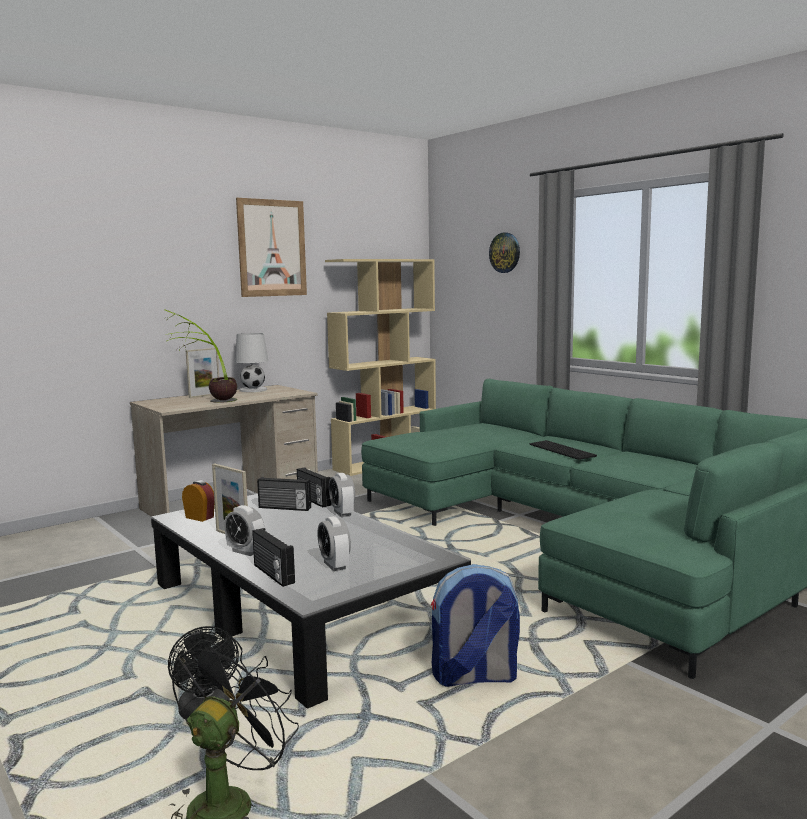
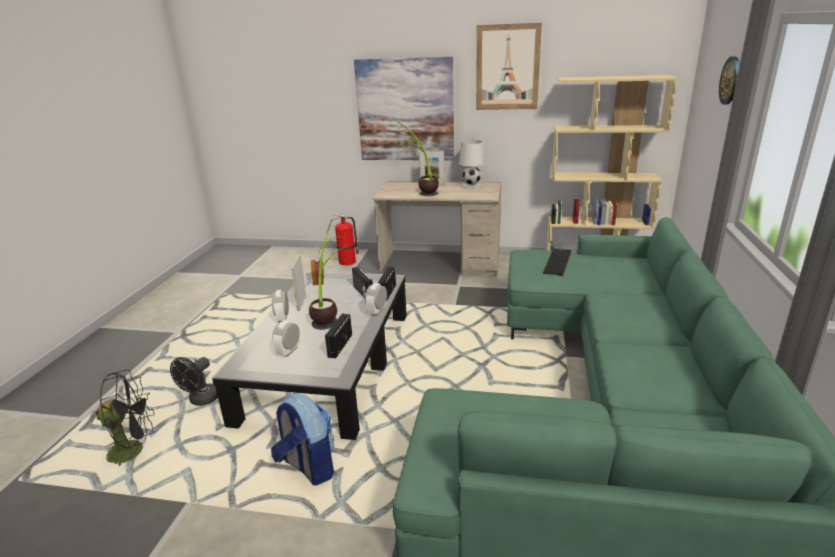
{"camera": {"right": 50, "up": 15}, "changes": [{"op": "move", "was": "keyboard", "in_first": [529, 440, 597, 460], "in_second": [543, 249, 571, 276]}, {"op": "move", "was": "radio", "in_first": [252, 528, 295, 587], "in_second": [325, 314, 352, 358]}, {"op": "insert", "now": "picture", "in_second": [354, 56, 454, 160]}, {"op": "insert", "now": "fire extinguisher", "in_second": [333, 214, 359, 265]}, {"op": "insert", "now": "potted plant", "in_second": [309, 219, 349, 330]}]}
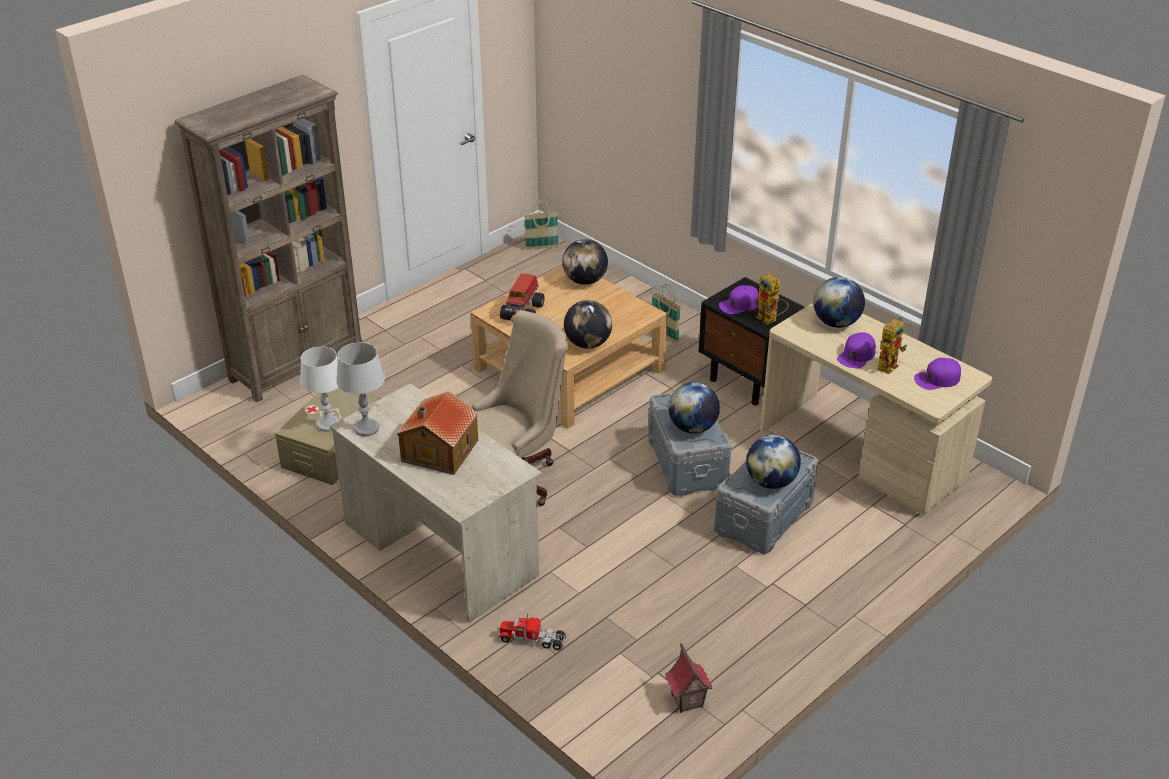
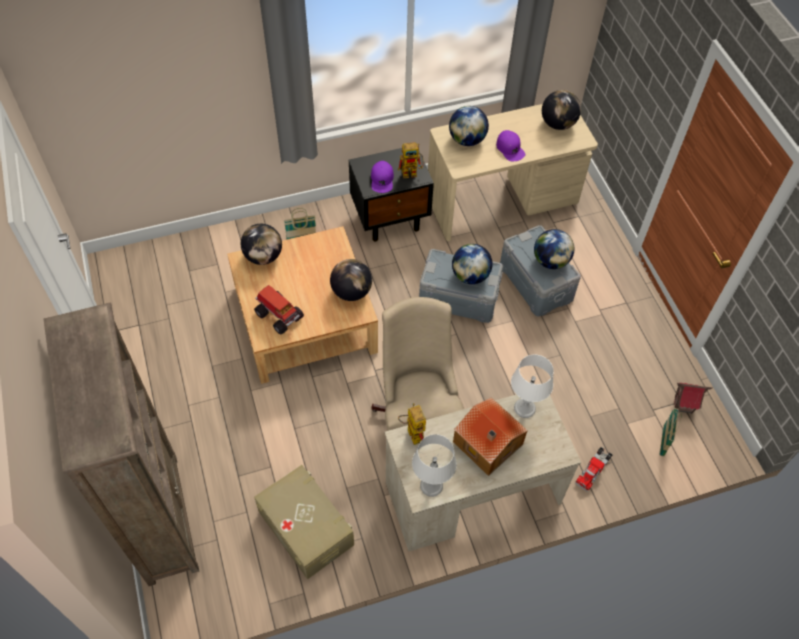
{"camera": {"right": -65, "up": 20}, "changes": [{"op": "move", "was": "basket", "in_first": [524, 200, 559, 249], "in_second": [659, 408, 682, 457]}, {"op": "move", "was": "toy robot", "in_first": [877, 317, 907, 374], "in_second": [398, 403, 426, 445]}, {"op": "move", "was": "white table lamp", "in_first": [300, 346, 339, 431], "in_second": [511, 354, 554, 418]}, {"op": "replace", "was": "purple cap", "now": "globe", "in_first": [914, 358, 961, 390], "in_second": [542, 90, 581, 130]}]}
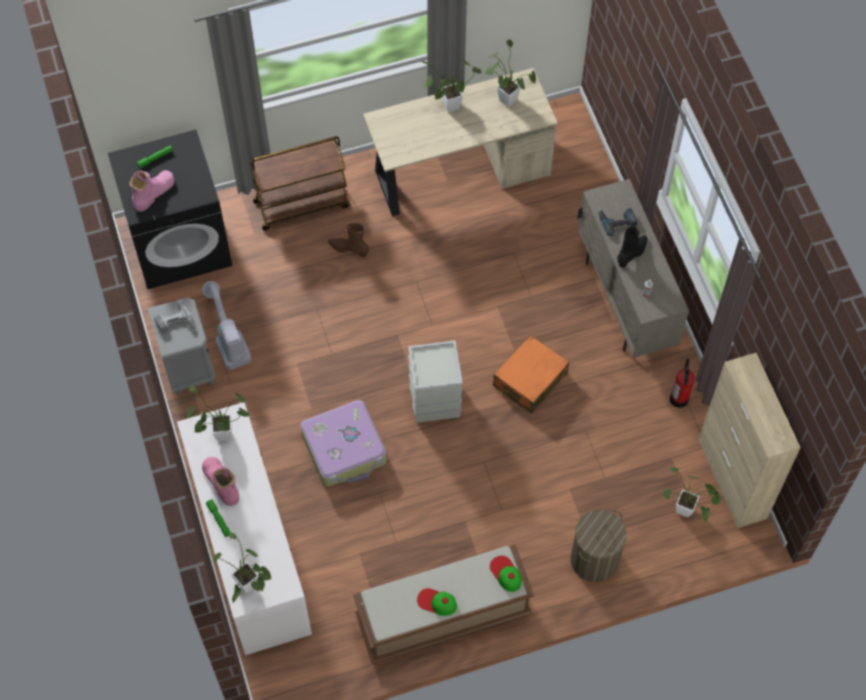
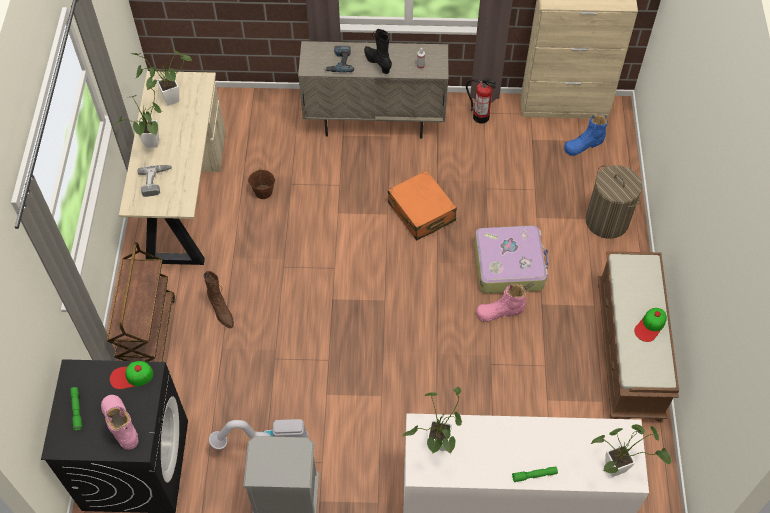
{"camera": {"right": -70, "up": -5}, "changes": [{"op": "rotate", "was": "brown boot", "in_first": [328, 223, 369, 257], "in_second": [203, 271, 234, 329], "clockwise": -75}, {"op": "move", "was": "power drill", "in_first": [154, 302, 196, 333], "in_second": [137, 165, 172, 197]}, {"op": "delete", "was": "grey storage box", "in_first": [408, 340, 463, 423]}, {"op": "move", "was": "suitcase", "in_first": [300, 400, 387, 487], "in_second": [474, 225, 549, 294]}, {"op": "move", "was": "pink boot", "in_first": [202, 457, 239, 506], "in_second": [476, 284, 526, 322]}, {"op": "replace", "was": "potted plant", "now": "blue boot", "in_first": [662, 467, 720, 523], "in_second": [564, 115, 608, 156]}, {"op": "move", "was": "cap", "in_first": [490, 556, 522, 592], "in_second": [110, 361, 154, 389]}, {"op": "insert", "now": "brown bucket", "in_second": [248, 168, 275, 199]}]}
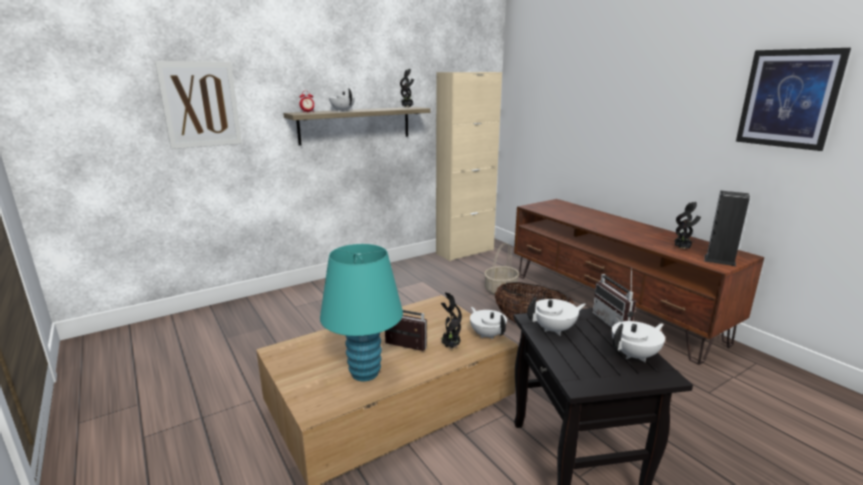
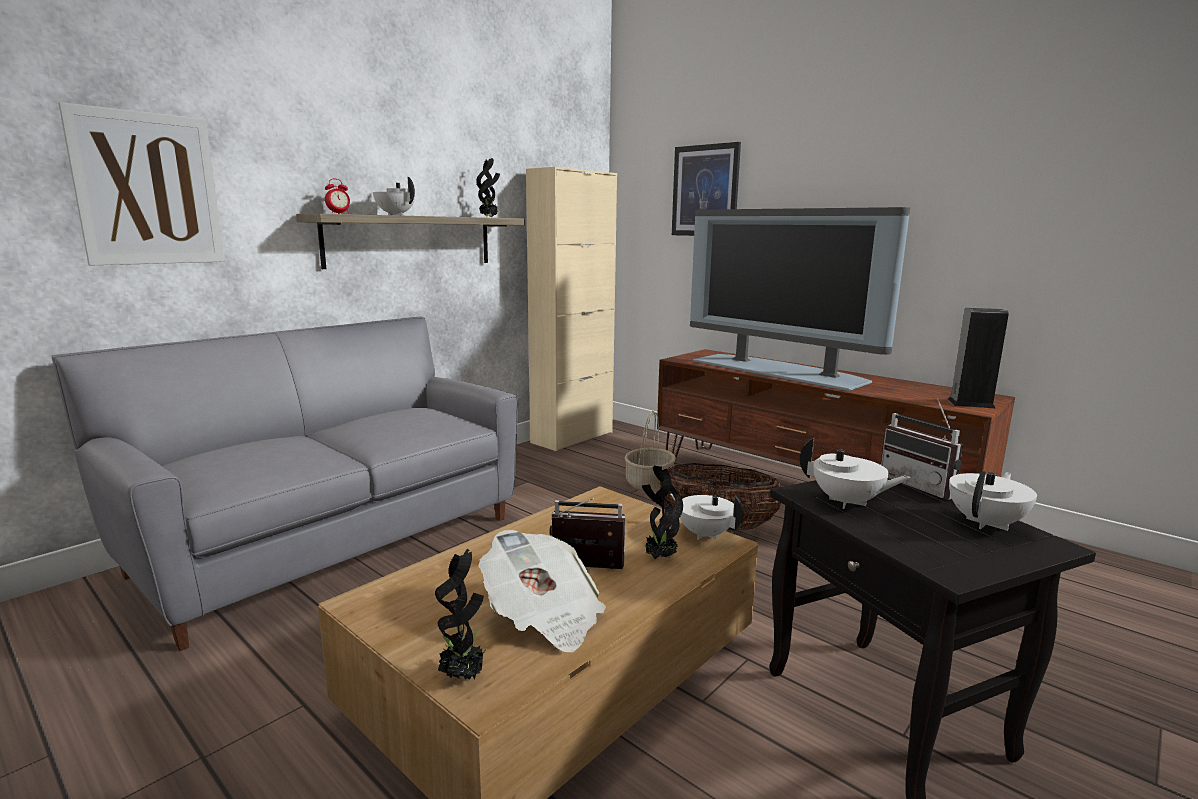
{"camera": {"right": -15, "up": -5}, "changes": [{"op": "move", "was": "picture", "in_first": [736, 48, 851, 151], "in_second": [672, 142, 741, 236]}, {"op": "move", "was": "potted plant", "in_first": [674, 202, 701, 249], "in_second": [435, 549, 485, 680]}, {"op": "replace", "was": "turquoise table lamp", "now": "newspaper", "in_first": [320, 244, 403, 381], "in_second": [479, 529, 606, 652]}, {"op": "rotate", "was": "white teapot", "in_first": [527, 298, 586, 336], "in_second": [800, 438, 911, 509], "clockwise": 60}, {"op": "insert", "now": "television", "in_second": [690, 207, 910, 391]}, {"op": "insert", "now": "grey sofa", "in_second": [51, 317, 518, 651]}]}
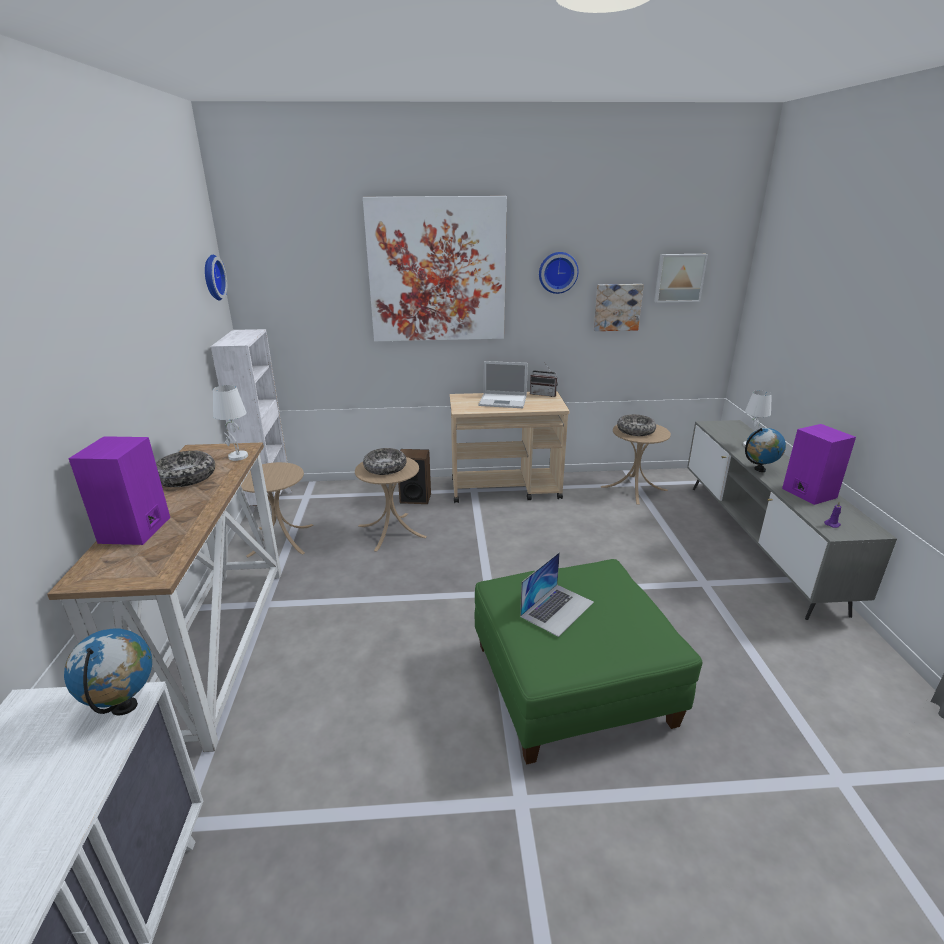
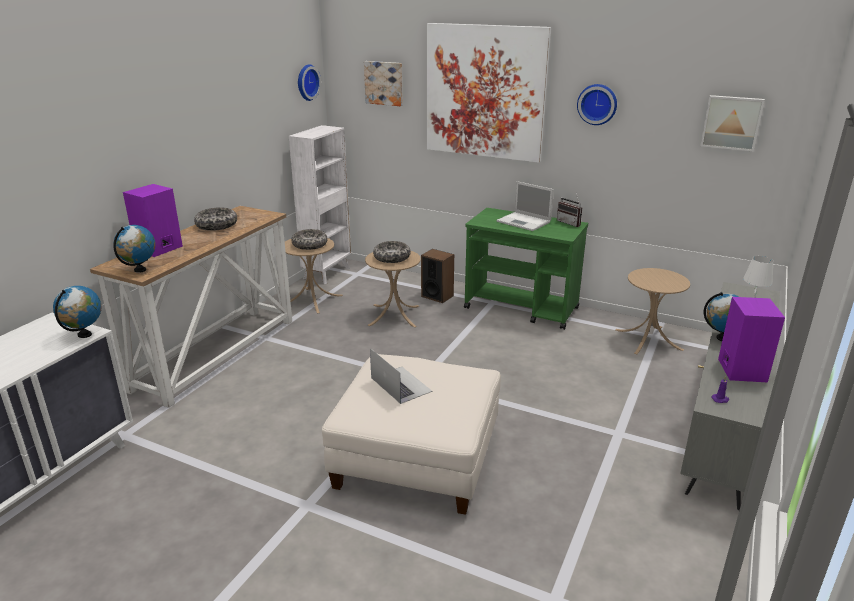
{"camera": {"right": 30, "up": 0}, "changes": [{"op": "move", "was": "picture", "in_first": [594, 284, 644, 331], "in_second": [364, 61, 403, 106]}, {"op": "delete", "was": "white table lamp", "in_first": [213, 385, 248, 461]}, {"op": "recolor", "was": "beige cart", "now": "green cart", "in_first": [450, 391, 569, 503], "in_second": [464, 208, 588, 330]}, {"op": "move", "was": "bowl", "in_first": [617, 414, 656, 436], "in_second": [291, 229, 328, 250]}, {"op": "rotate", "was": "laptop", "in_first": [520, 552, 594, 637], "in_second": [370, 348, 432, 404], "clockwise": -105}, {"op": "recolor", "was": "green ottoman", "now": "white ottoman", "in_first": [475, 559, 702, 765], "in_second": [322, 354, 501, 515]}, {"op": "insert", "now": "globe", "in_second": [113, 225, 155, 273]}]}
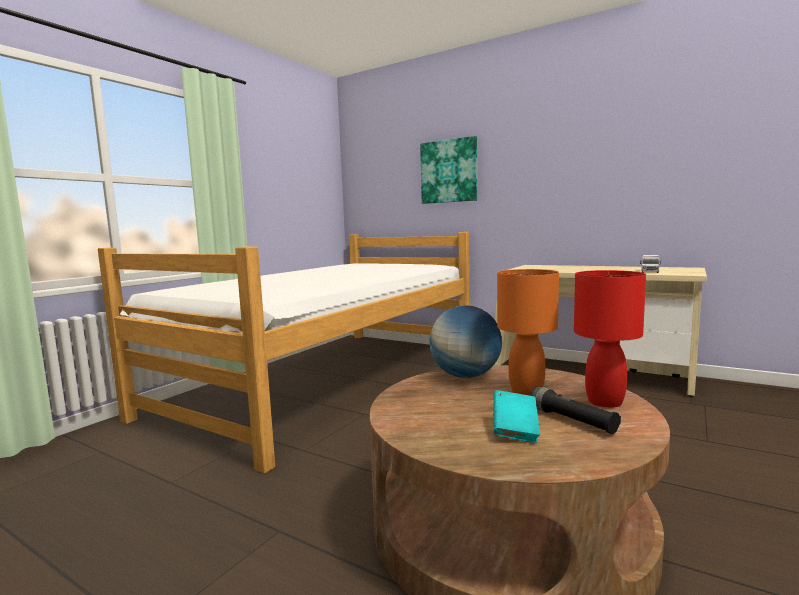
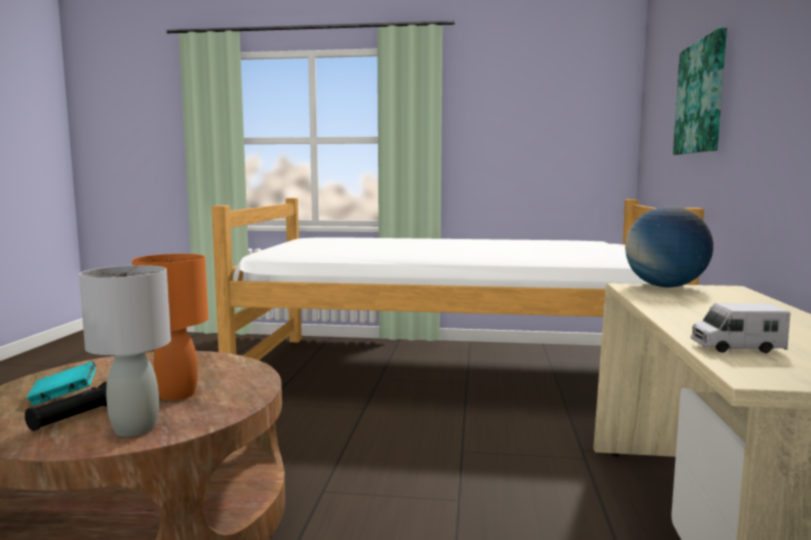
{"camera": {"right": 65, "up": 0}, "changes": [{"op": "recolor", "was": "red table lamp", "now": "grey table lamp", "in_first": [574, 270, 646, 408], "in_second": [79, 265, 171, 437]}, {"op": "move", "was": "globe", "in_first": [429, 305, 502, 378], "in_second": [625, 206, 713, 288]}]}
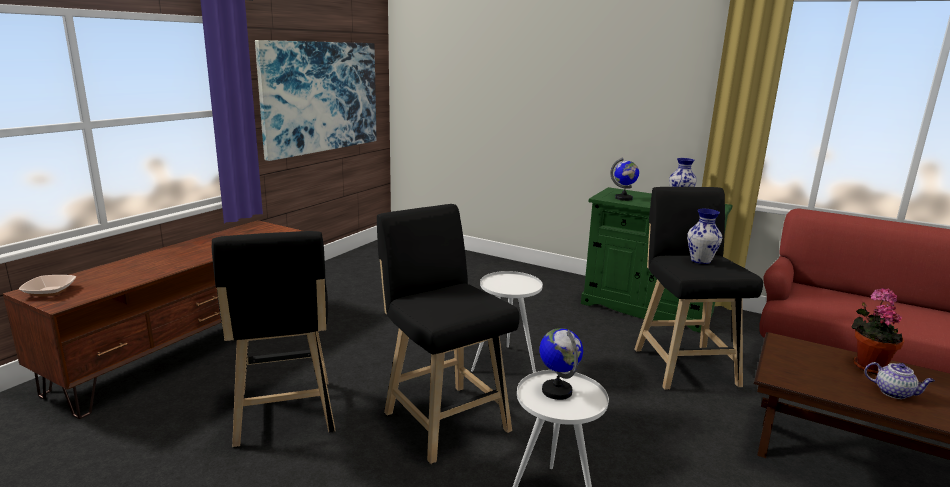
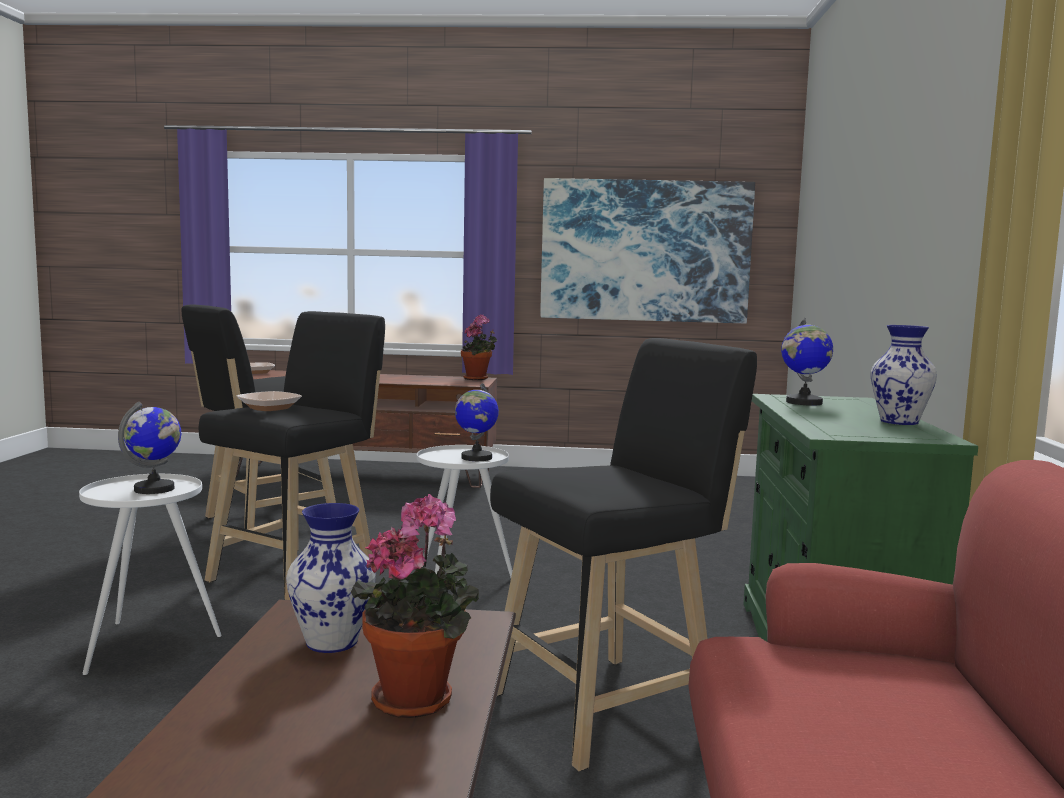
{"camera": {"right": 65, "up": -10}, "changes": [{"op": "move", "was": "vase", "in_first": [687, 209, 722, 264], "in_second": [286, 503, 376, 653]}, {"op": "delete", "was": "teapot", "in_first": [864, 362, 935, 399]}, {"op": "insert", "now": "potted plant", "in_second": [461, 314, 497, 380]}, {"op": "insert", "now": "globe", "in_second": [455, 383, 499, 461]}, {"op": "insert", "now": "bowl", "in_second": [237, 391, 302, 411]}]}
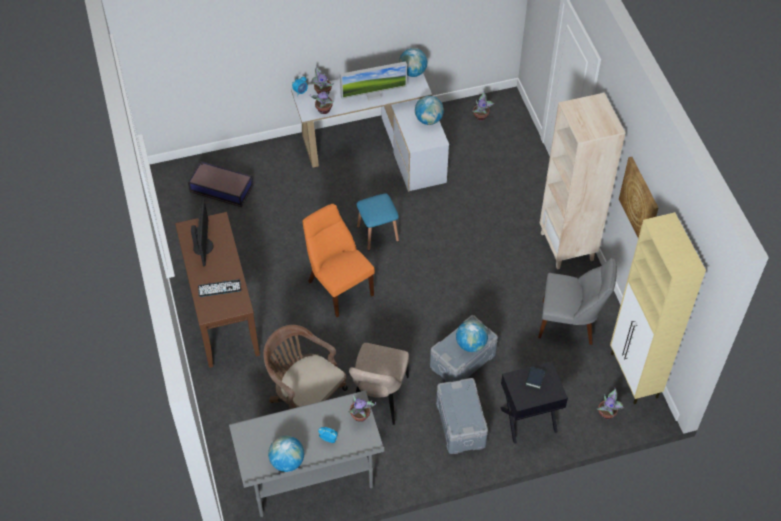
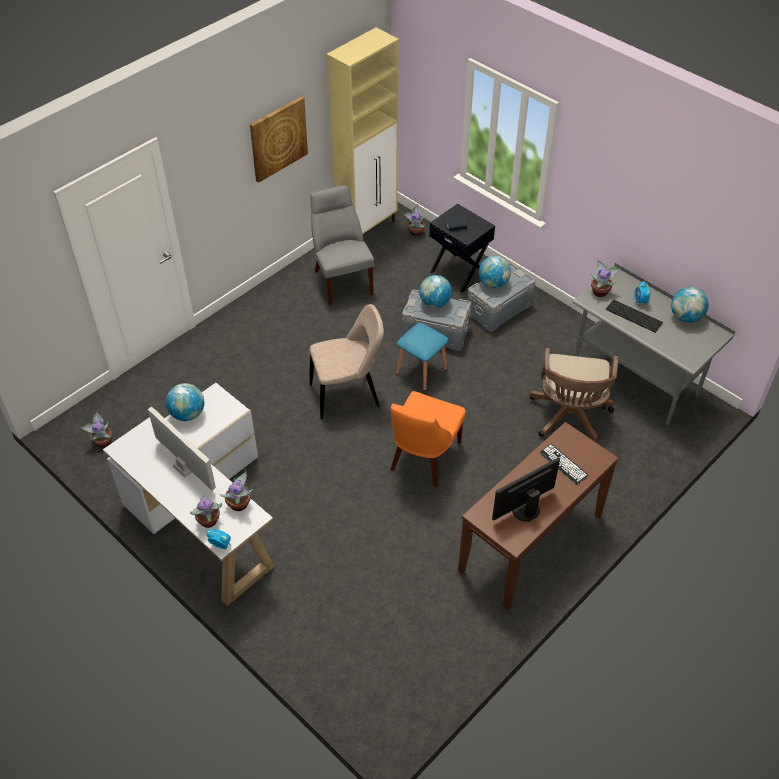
{"camera": {"right": -120, "up": -5}, "changes": [{"op": "move", "was": "globe", "in_first": [399, 48, 427, 77], "in_second": [479, 256, 511, 288]}, {"op": "delete", "was": "beige bookcase", "in_first": [540, 93, 626, 269]}, {"op": "delete", "was": "storage box", "in_first": [188, 161, 253, 207]}, {"op": "move", "was": "blue stool", "in_first": [357, 194, 399, 251], "in_second": [396, 323, 449, 391]}, {"op": "move", "was": "beige chair", "in_first": [349, 343, 409, 425], "in_second": [310, 304, 384, 420]}, {"op": "insert", "now": "keyboard", "in_second": [606, 300, 663, 333]}]}
